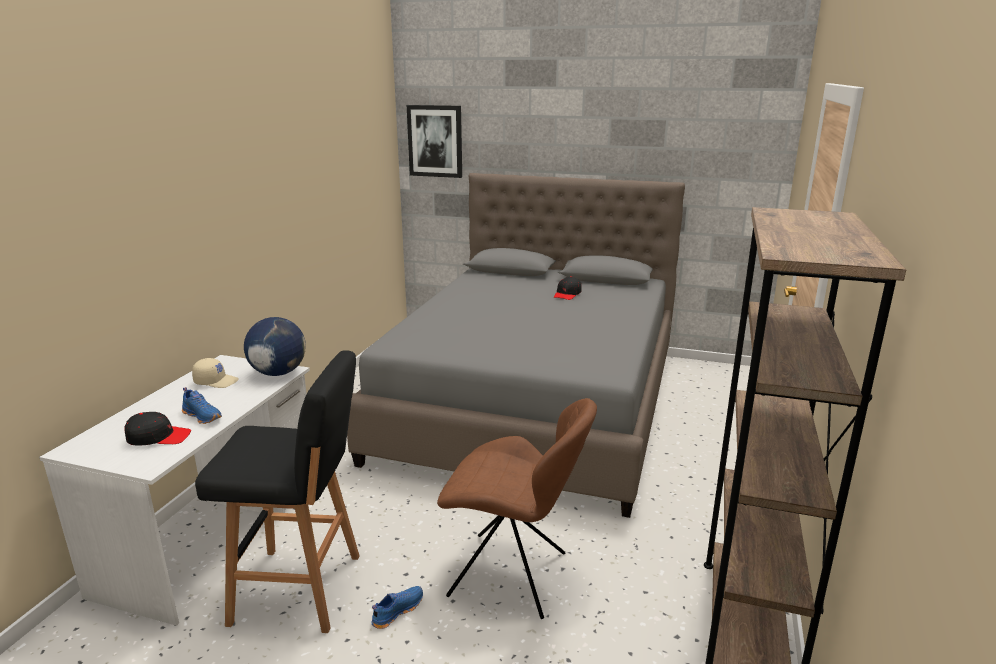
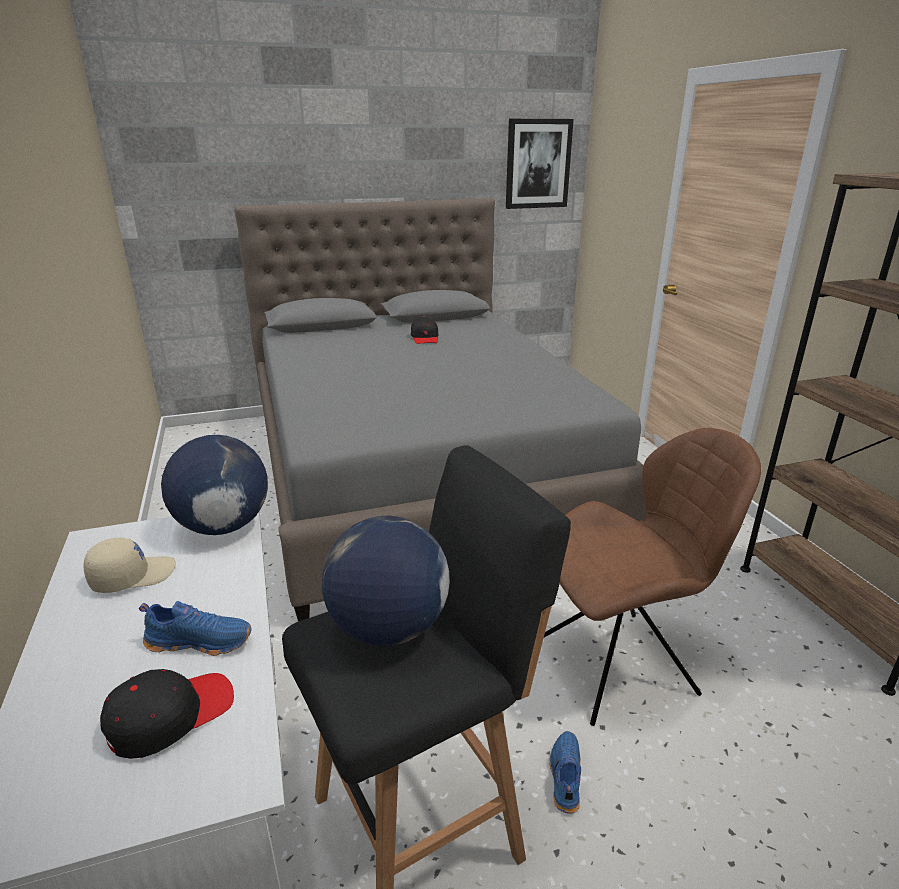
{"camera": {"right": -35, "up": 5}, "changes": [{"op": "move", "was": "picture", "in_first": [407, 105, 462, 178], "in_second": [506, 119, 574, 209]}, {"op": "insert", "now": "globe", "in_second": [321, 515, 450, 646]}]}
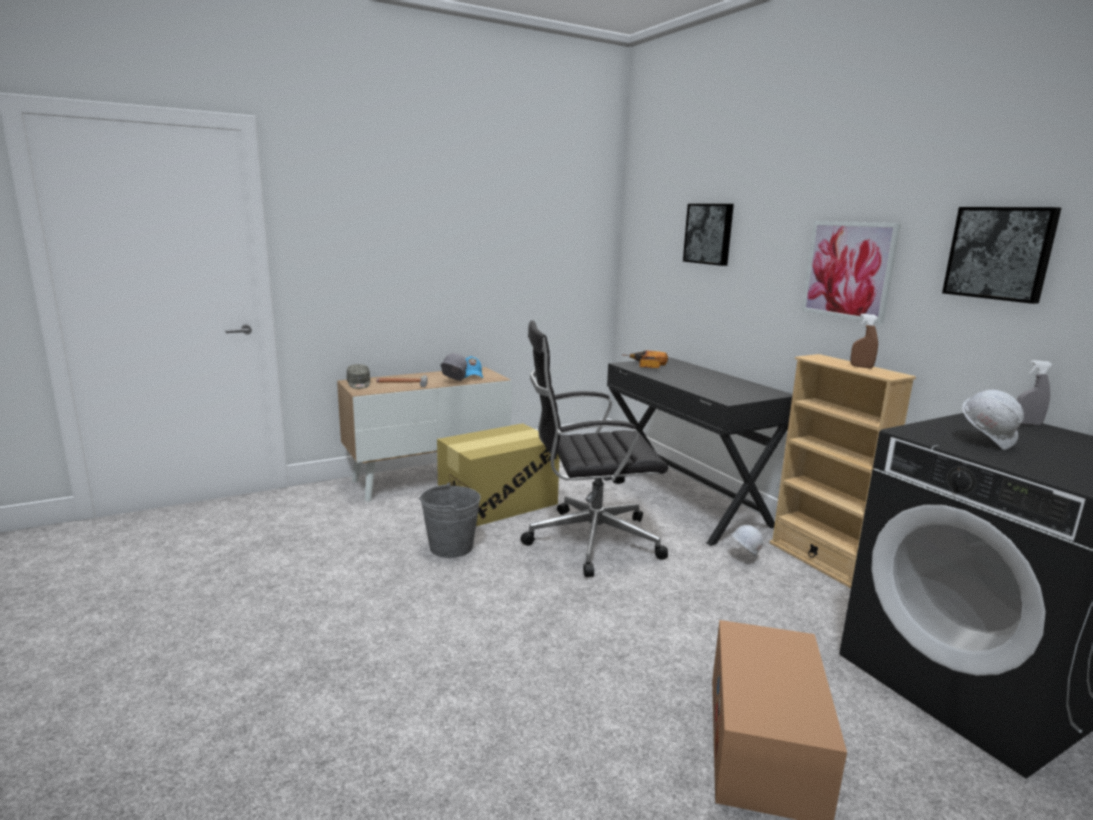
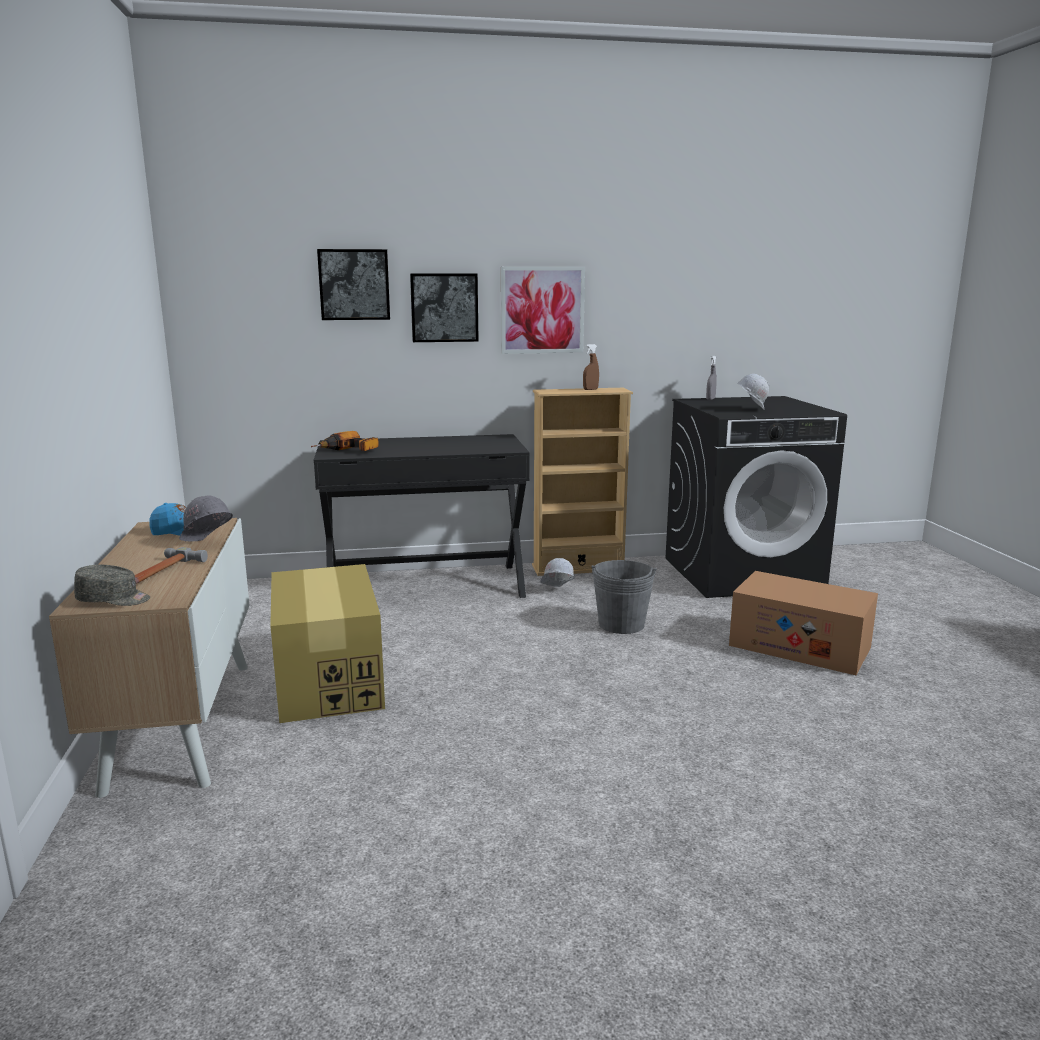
{"camera": {"right": -70, "up": 0}, "changes": [{"op": "move", "was": "picture", "in_first": [942, 207, 1061, 304], "in_second": [410, 274, 479, 342]}, {"op": "delete", "was": "black office chair", "in_first": [520, 320, 668, 577]}, {"op": "move", "was": "grey bucket", "in_first": [419, 483, 481, 558], "in_second": [591, 560, 657, 634]}]}
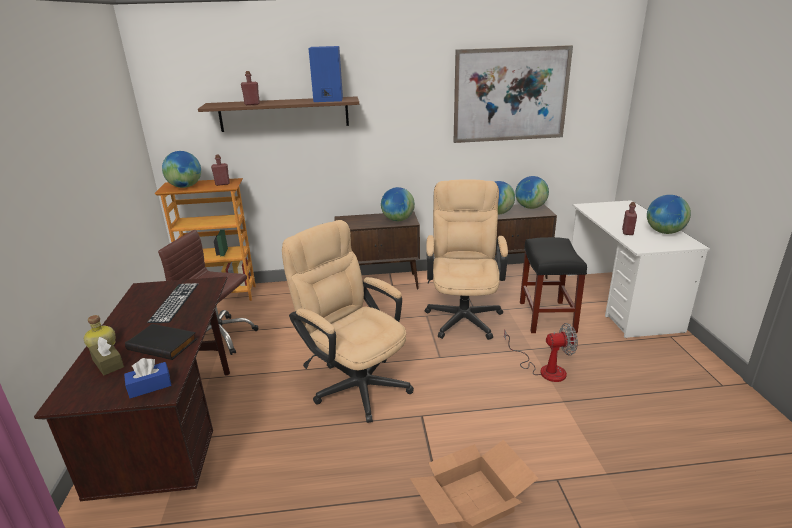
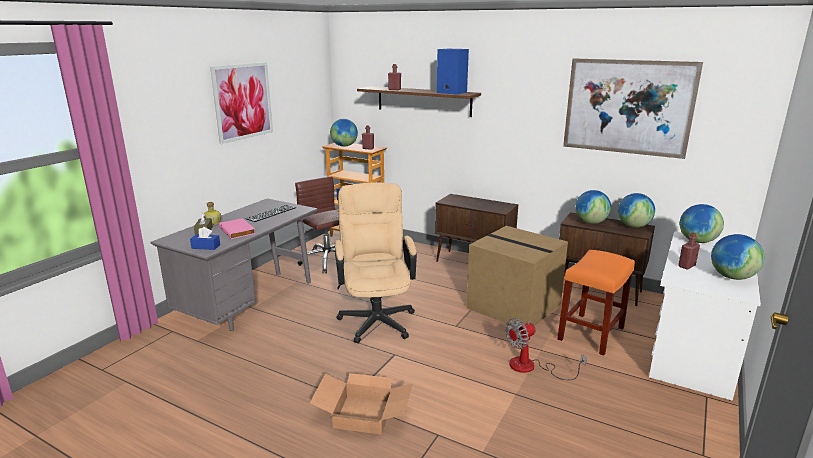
{"camera": {"right": 35, "up": -5}, "changes": [{"op": "replace", "was": "beige office chair", "now": "cardboard box", "in_first": [425, 179, 508, 340], "in_second": [466, 226, 568, 326]}, {"op": "move", "was": "globe", "in_first": [381, 187, 415, 221], "in_second": [680, 204, 724, 243]}, {"op": "recolor", "was": "black stool", "now": "orange stool", "in_first": [520, 237, 587, 333], "in_second": [557, 250, 635, 356]}, {"op": "recolor", "was": "brown desk", "now": "grey desk", "in_first": [34, 277, 230, 501], "in_second": [150, 198, 318, 331]}, {"op": "rotate", "was": "fan", "in_first": [504, 323, 578, 382], "in_second": [505, 318, 587, 380], "clockwise": 120}, {"op": "recolor", "was": "black book", "now": "pink book", "in_first": [125, 324, 197, 360], "in_second": [219, 218, 256, 239]}, {"op": "insert", "now": "picture", "in_second": [210, 62, 273, 144]}]}
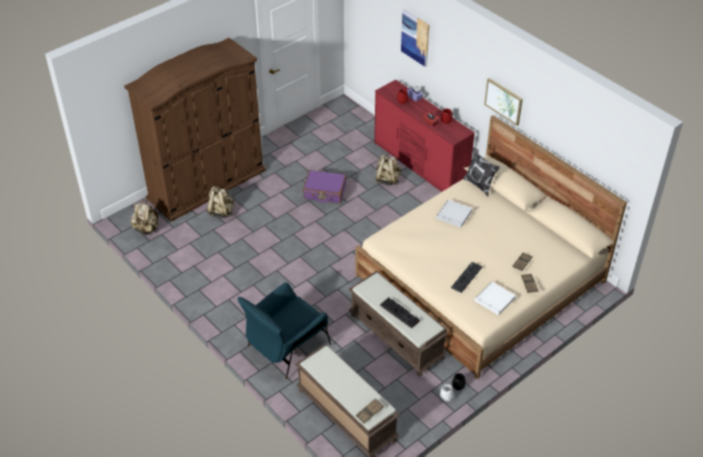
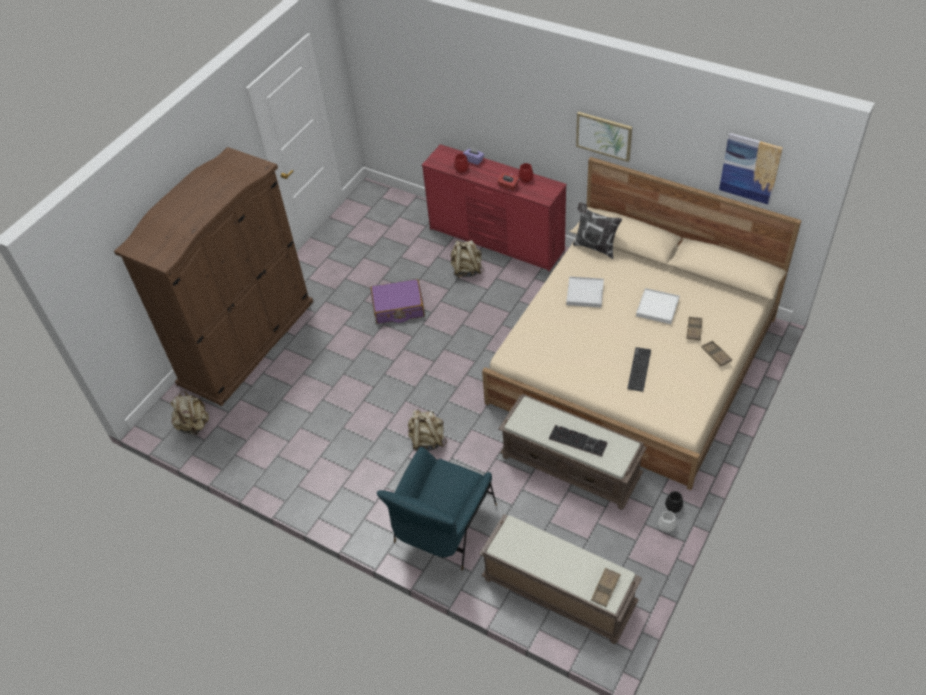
{"camera": {"right": -15, "up": 5}, "changes": [{"op": "move", "was": "picture", "in_first": [401, 9, 429, 67], "in_second": [719, 133, 783, 205]}, {"op": "move", "was": "beige backpack", "in_first": [207, 186, 234, 218], "in_second": [408, 409, 447, 451]}, {"op": "move", "was": "white tray", "in_first": [474, 281, 516, 315], "in_second": [636, 288, 680, 324]}]}
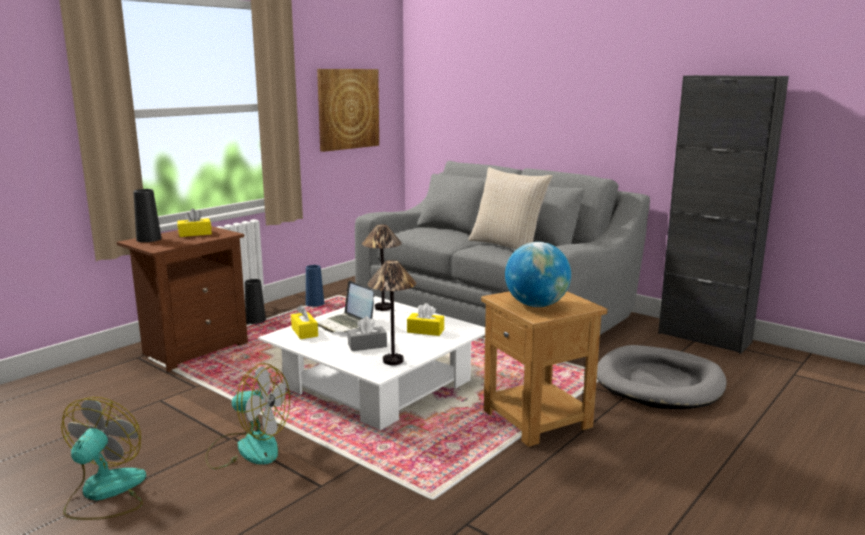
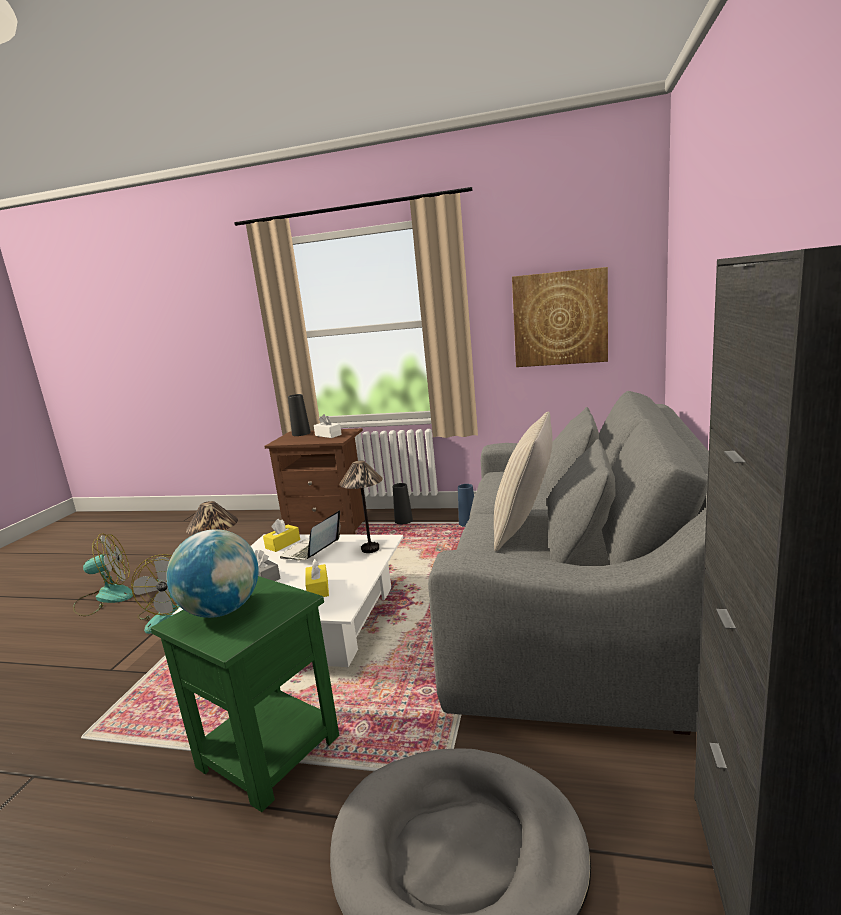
{"camera": {"right": 65, "up": 0}, "changes": [{"op": "recolor", "was": "yellow tissue box", "now": "white tissue box", "in_first": [177, 209, 212, 237], "in_second": [314, 414, 342, 438]}, {"op": "recolor", "was": "brown side table", "now": "green side table", "in_first": [481, 291, 607, 447], "in_second": [151, 576, 339, 812]}]}
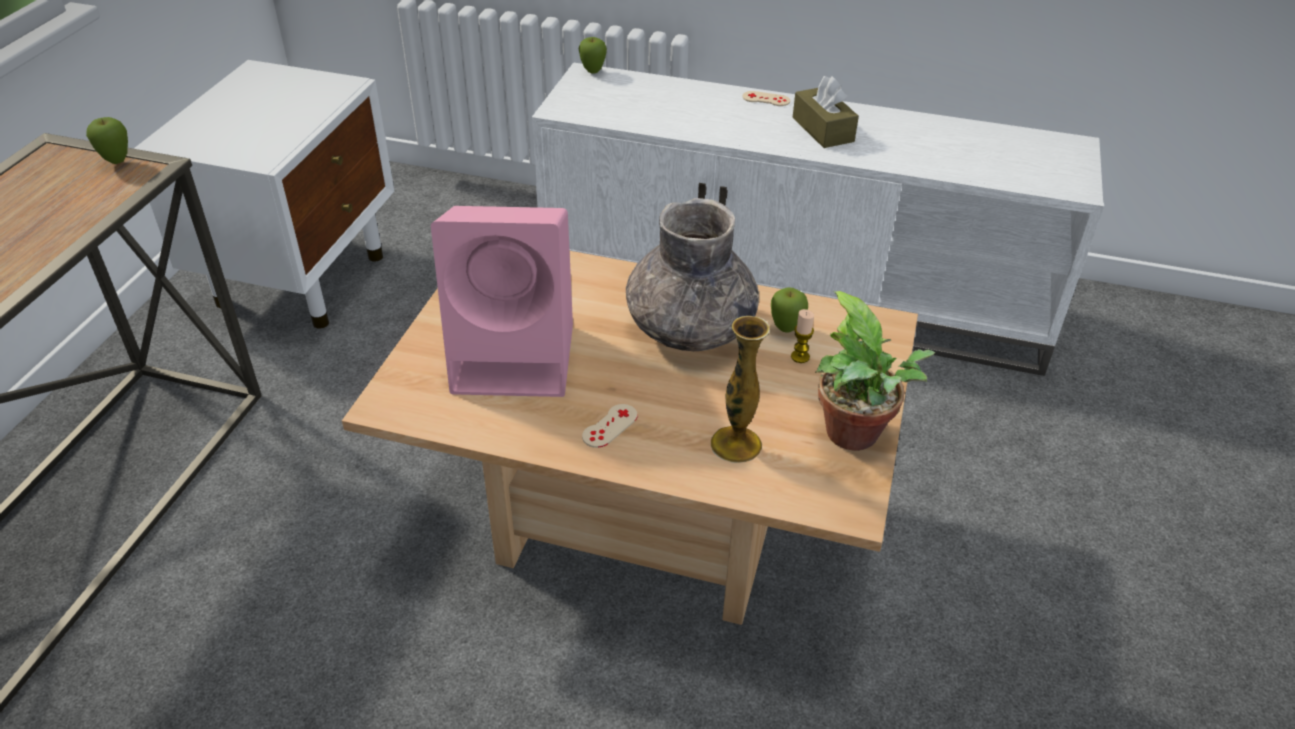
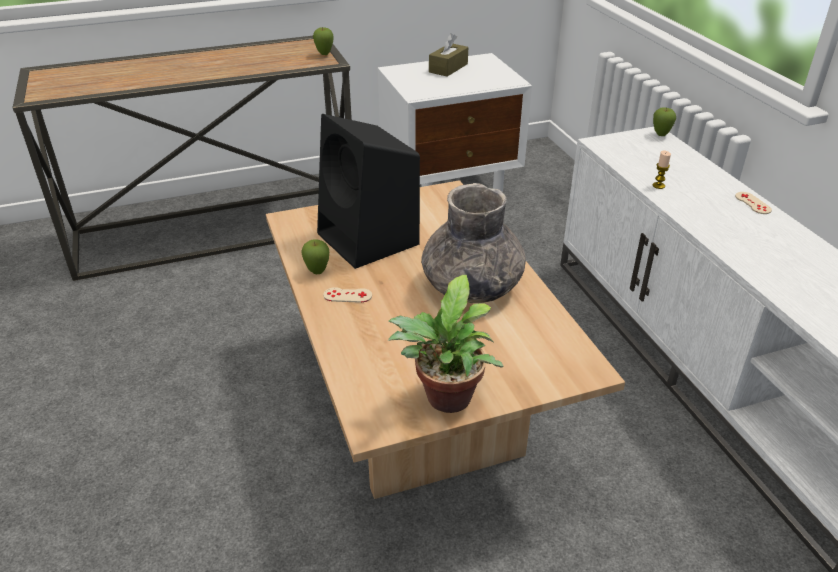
{"camera": {"right": 55, "up": -5}, "changes": [{"op": "move", "was": "brown tissue box", "in_first": [793, 76, 859, 148], "in_second": [429, 33, 468, 77]}, {"op": "recolor", "was": "pink speaker", "now": "black speaker", "in_first": [431, 206, 573, 397], "in_second": [317, 114, 420, 269]}, {"op": "move", "was": "apple", "in_first": [771, 287, 808, 333], "in_second": [302, 239, 329, 274]}, {"op": "move", "was": "candle", "in_first": [791, 309, 814, 363], "in_second": [653, 151, 671, 189]}, {"op": "delete", "was": "vase", "in_first": [711, 316, 770, 463]}]}
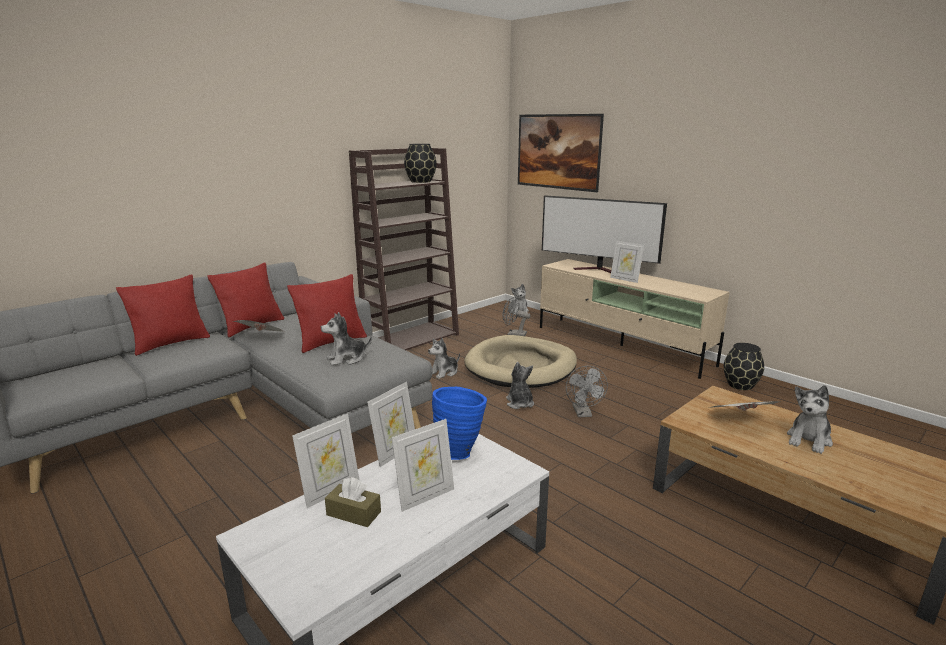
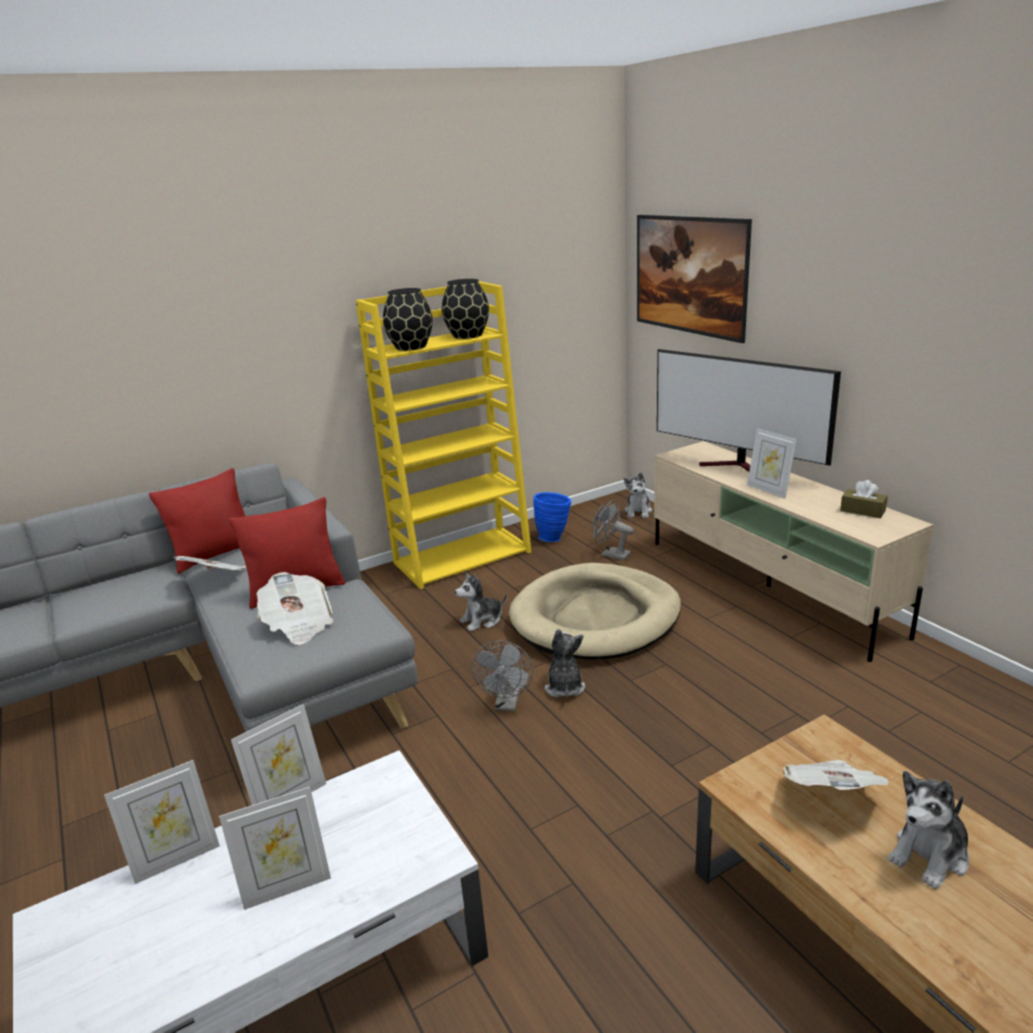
{"camera": {"right": 15, "up": 5}, "changes": [{"op": "recolor", "was": "brown bookcase", "now": "yellow bookcase", "in_first": [349, 148, 459, 350], "in_second": [355, 281, 531, 589]}, {"op": "delete", "was": "red pillow", "in_first": [116, 275, 210, 356]}, {"op": "replace", "was": "plush toy", "now": "newspaper", "in_first": [321, 312, 372, 366], "in_second": [257, 572, 334, 645]}, {"op": "move", "was": "black vase", "in_first": [724, 343, 764, 390], "in_second": [383, 288, 433, 351]}, {"op": "move", "was": "grey fan", "in_first": [566, 366, 608, 417], "in_second": [472, 640, 533, 711]}, {"op": "move", "was": "blue vase", "in_first": [432, 387, 487, 460], "in_second": [533, 492, 571, 542]}, {"op": "move", "was": "brown tissue box", "in_first": [325, 477, 381, 527], "in_second": [840, 480, 888, 518]}]}
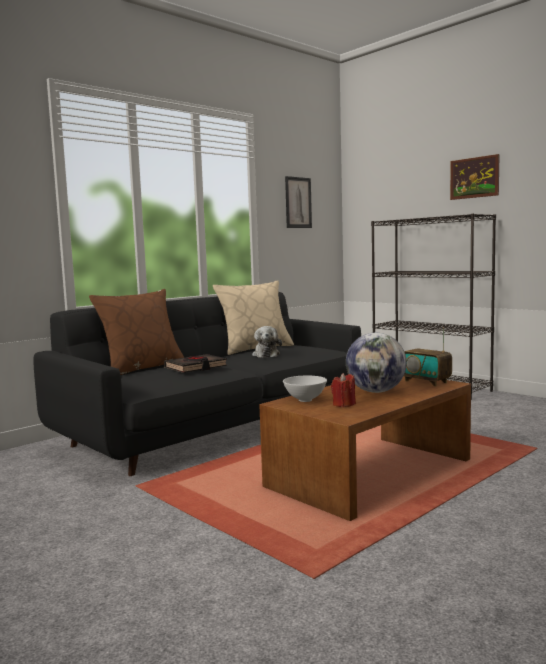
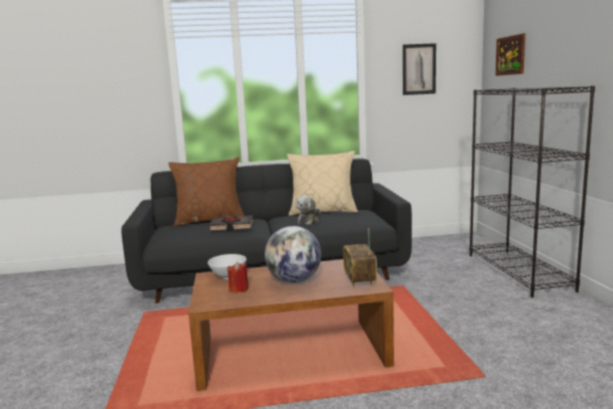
{"camera": {"right": 35, "up": 5}, "changes": [{"op": "move", "was": "picture", "in_first": [450, 154, 500, 200], "in_second": [495, 33, 525, 76]}]}
